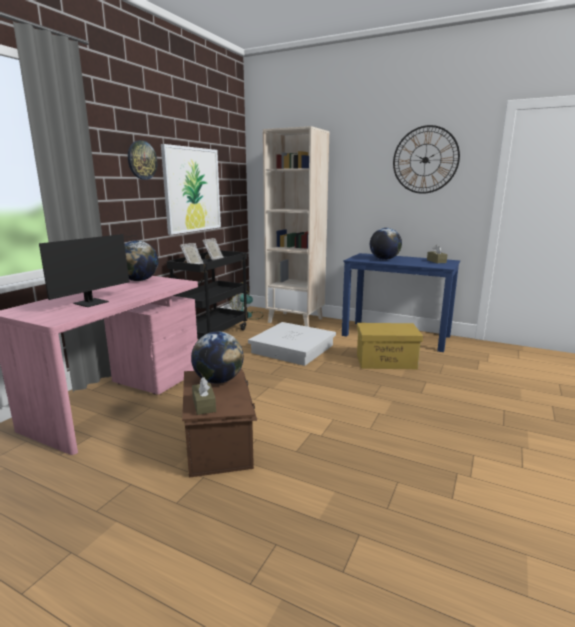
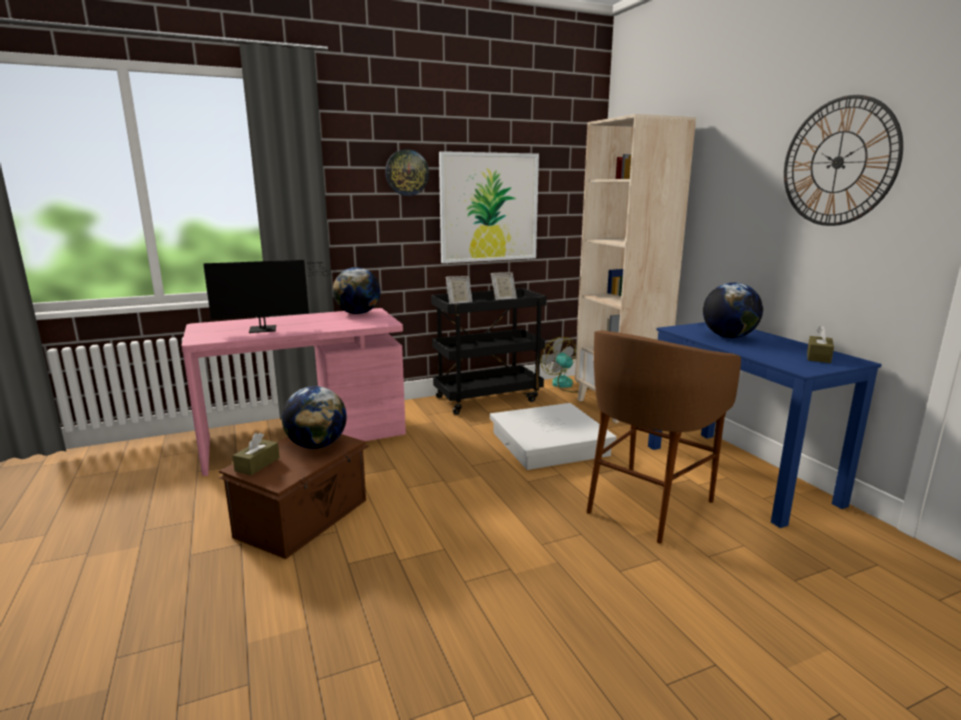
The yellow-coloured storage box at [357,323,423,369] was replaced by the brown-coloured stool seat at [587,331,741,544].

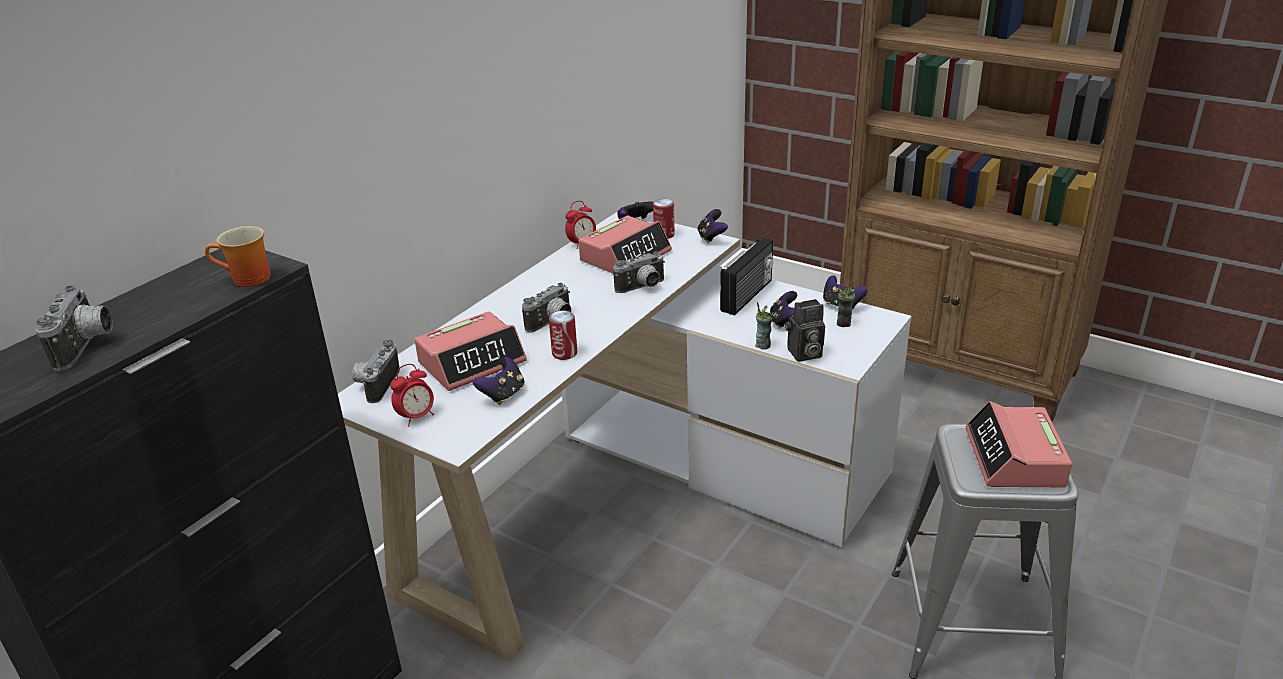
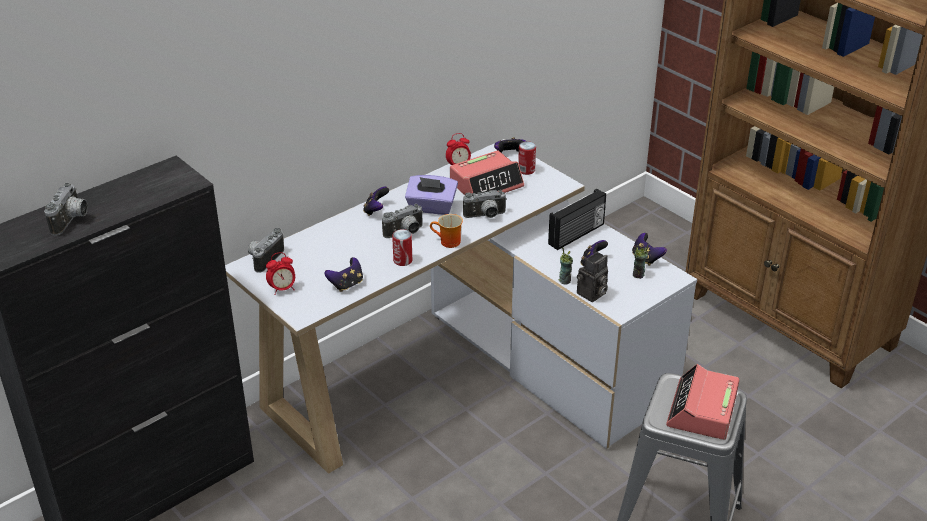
The tea mug moved from [205,226,271,287] to [430,214,463,248].
The bedside clock at [415,312,527,391] disappeared.
The game controller moved from [697,209,728,243] to [363,187,389,216].
The still camera at [785,299,825,362] turned 45 degrees counterclockwise.
The purple-coloured box of tissues at [405,175,458,215] appeared.

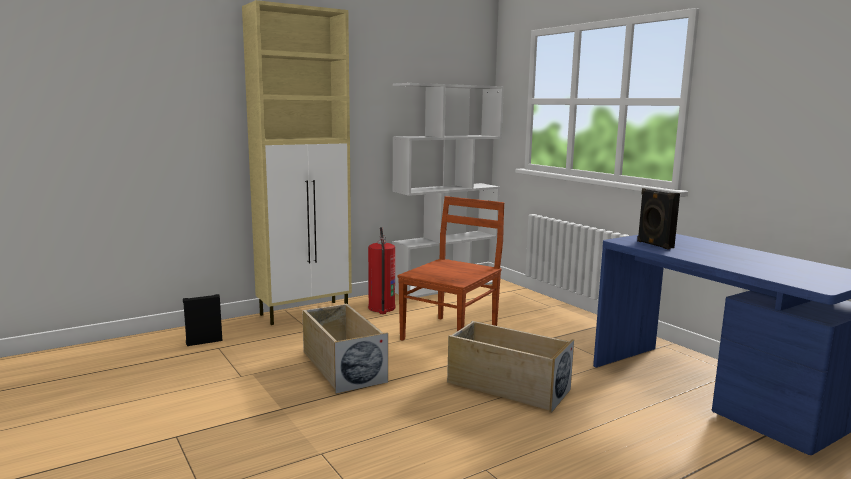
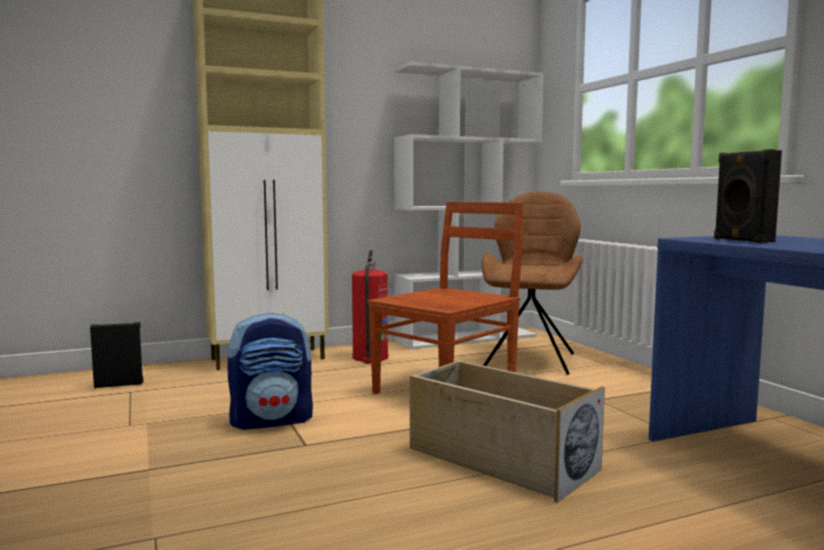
The beige-coloured storage box at [302,303,388,394] was replaced by the rucksack at [227,312,313,430].
The brown-coloured chair at [481,192,583,375] appeared.

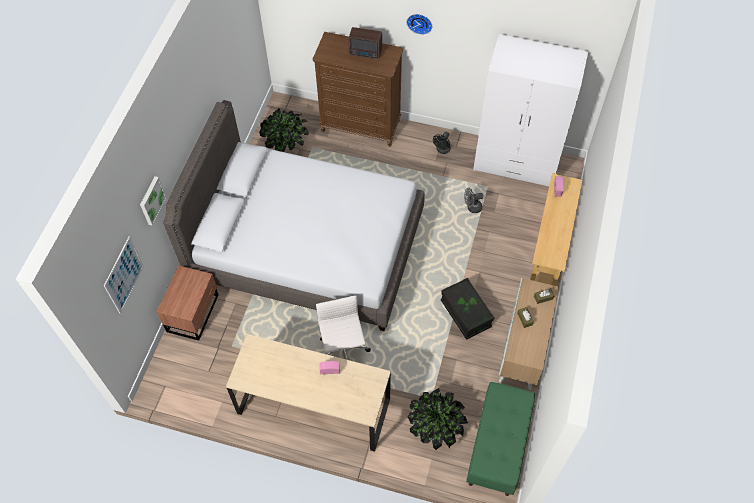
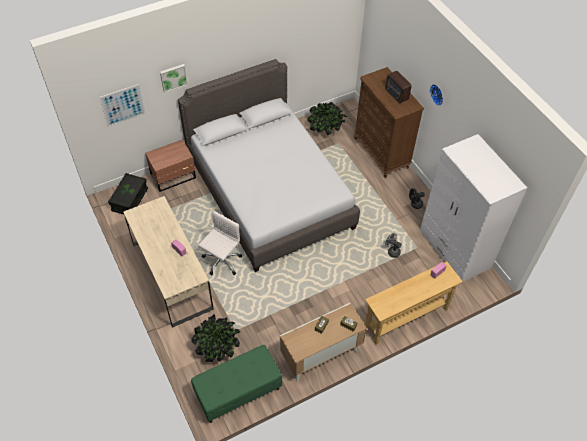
The blackish storage box moved from [441,278,495,340] to [108,173,148,214].

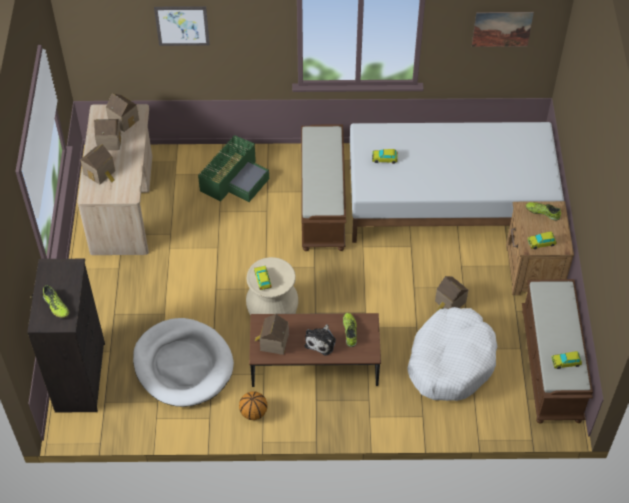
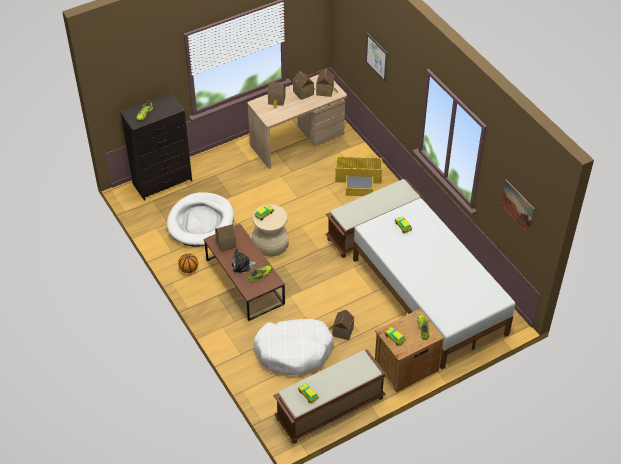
The greenish storage box at [198,135,269,202] became the yellow-coloured storage box at [335,156,382,196].

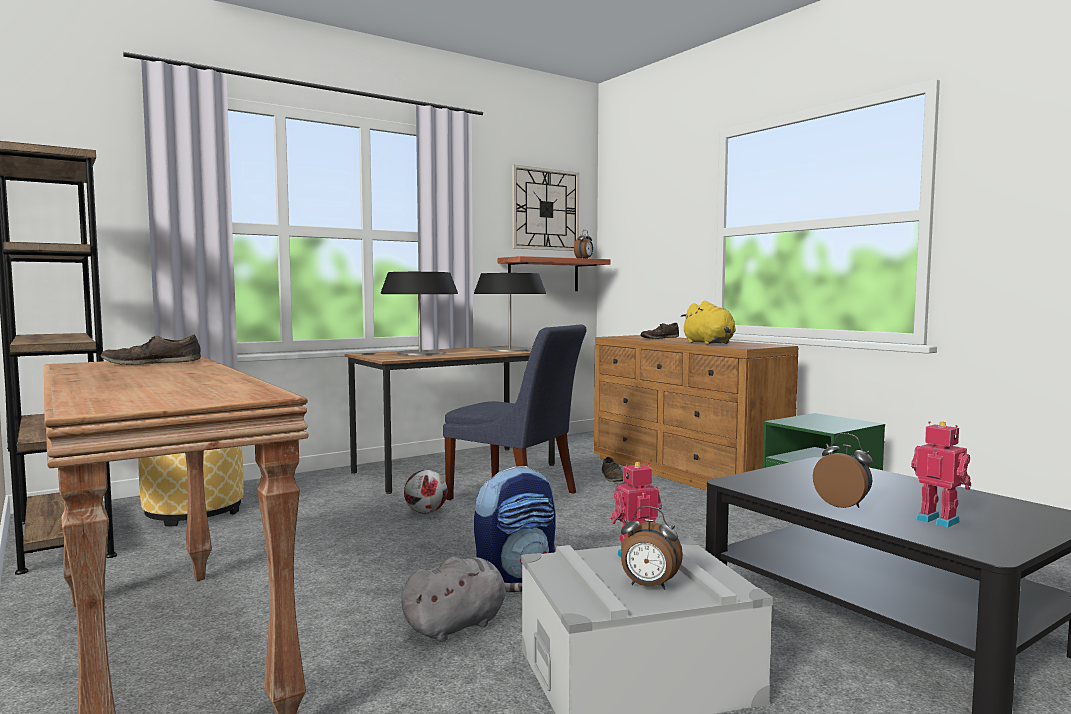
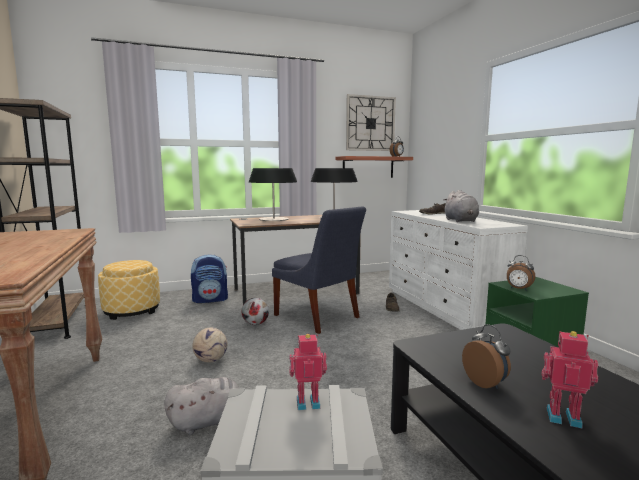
The brown-coloured shoe at [101,335,201,365] disappeared.
The rucksack moved from [474,466,555,583] to [191,254,228,303].
The brown-coloured dresser at [594,335,798,491] became the white-coloured dresser at [389,210,528,330].
The bedside clock moved from [621,506,683,590] to [507,255,535,291].
The yellow-coloured cuddly toy at [681,301,736,345] became the greyish cuddly toy at [444,190,479,222].
The toy robot at [911,421,971,528] turned 45 degrees counterclockwise.
The ball for football at [192,328,228,363] appeared.

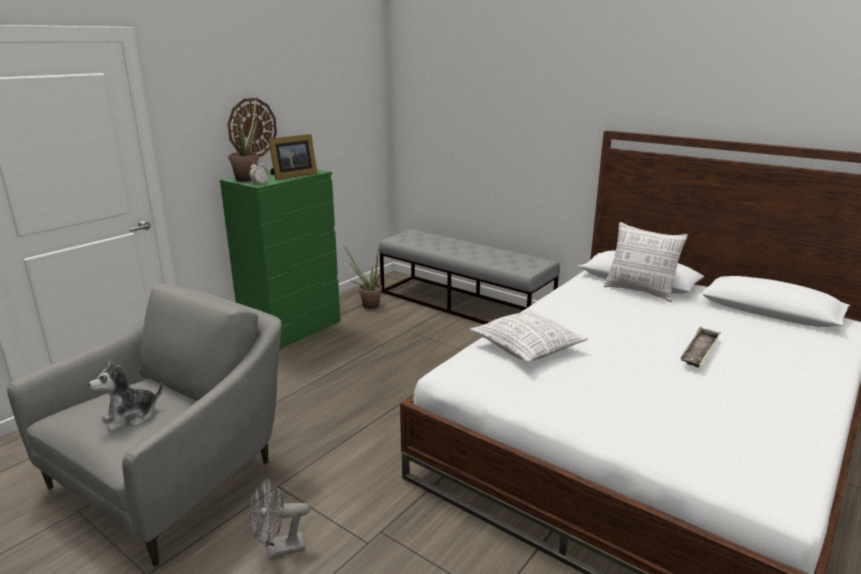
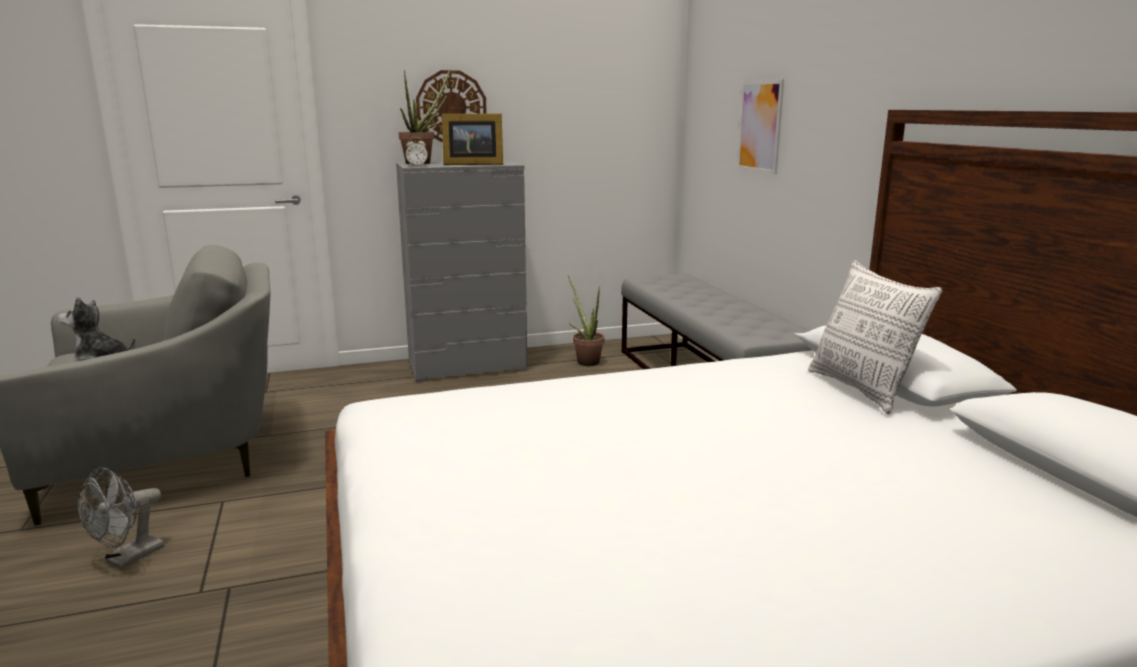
The greenish dresser at [220,169,341,350] became the greyish dresser at [396,160,527,382].
The greyish electric fan at [250,479,310,559] turned 75 degrees counterclockwise.
The cushion at [470,310,588,364] disappeared.
The serving tray at [680,327,721,368] disappeared.
The wall picture at [737,79,784,175] appeared.

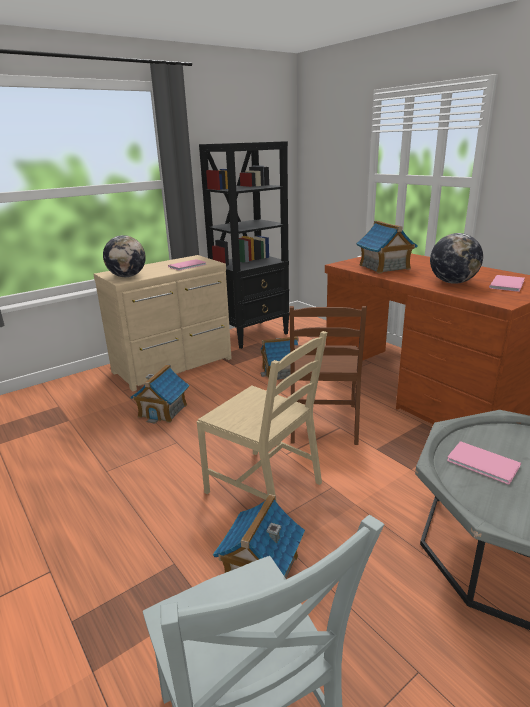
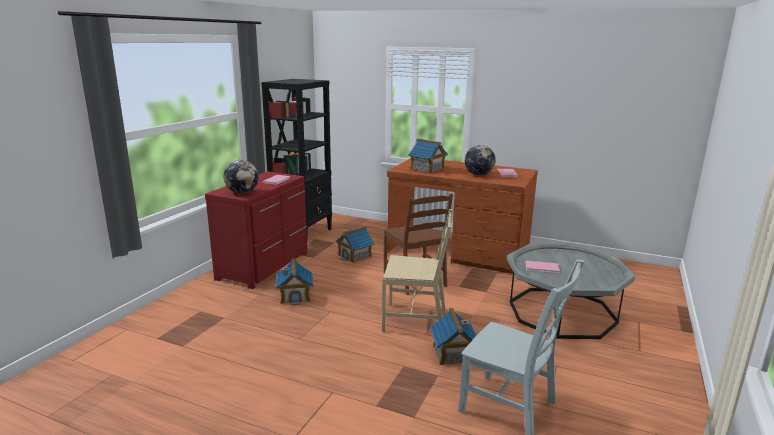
The beige-coloured dresser at [93,255,232,391] became the reddish dresser at [205,171,307,289].

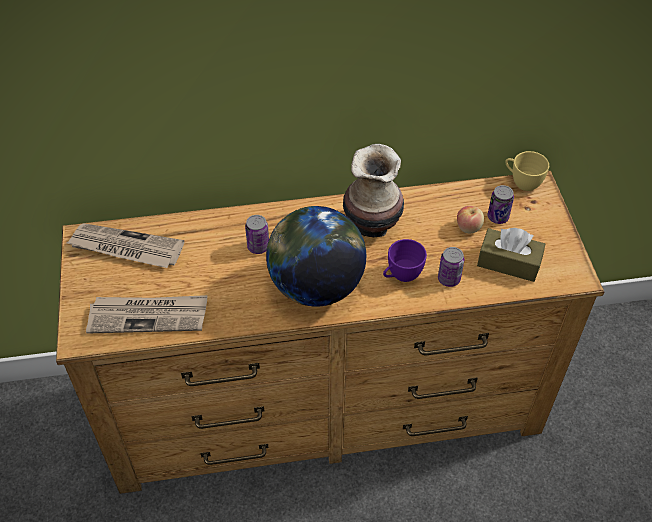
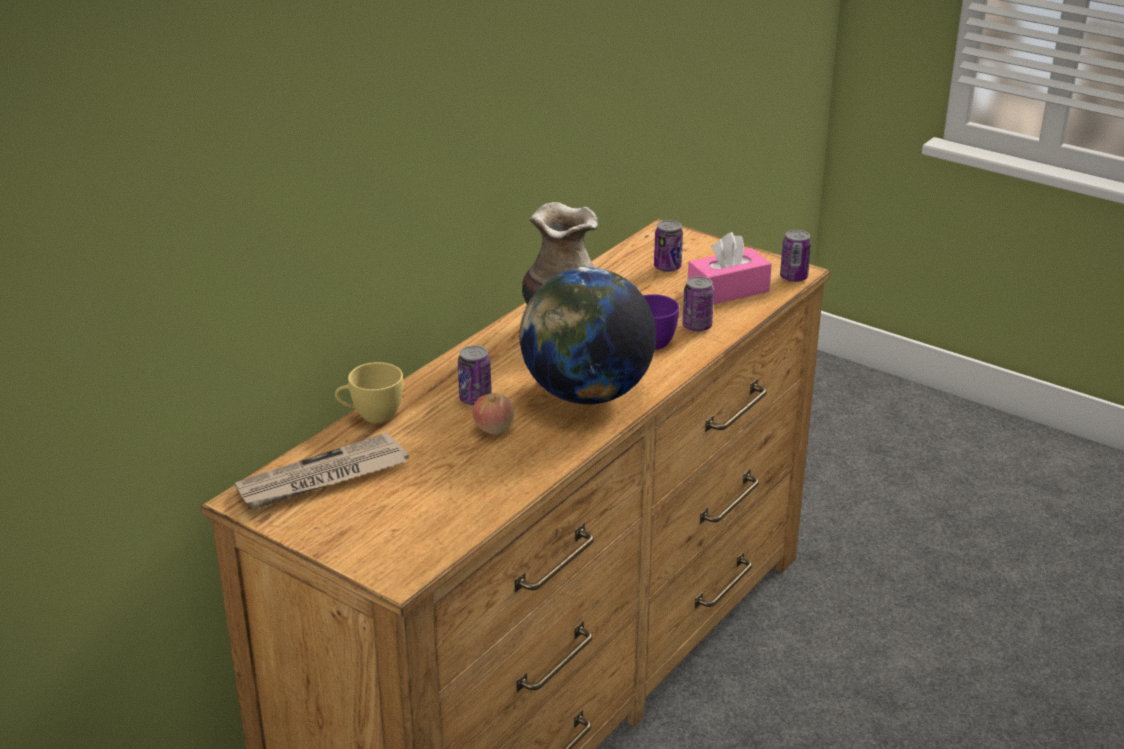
The printed paper at [86,295,208,334] disappeared.
The apple moved from [457,206,484,233] to [472,393,514,434].
The brown-coloured box of tissues at [477,228,545,282] became the pink box of tissues at [688,232,772,305].
The yellow-coloured cup moved from [505,151,549,191] to [335,362,403,423].
The sealed can at [780,230,811,282] appeared.

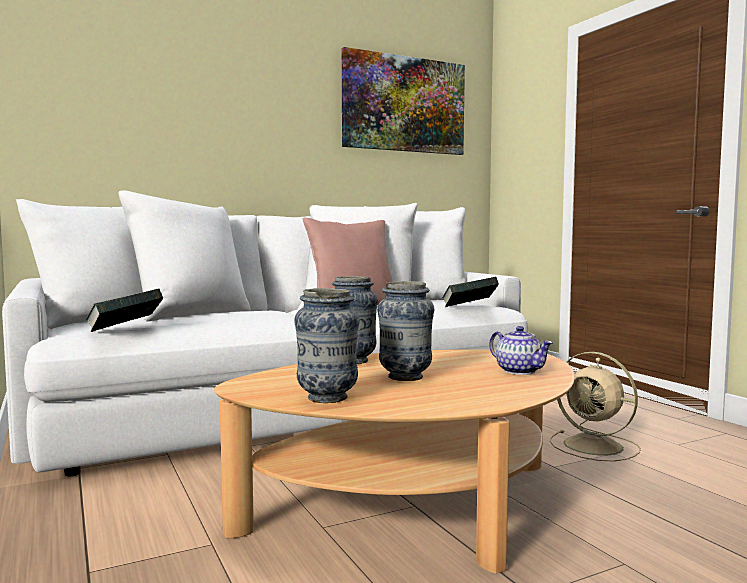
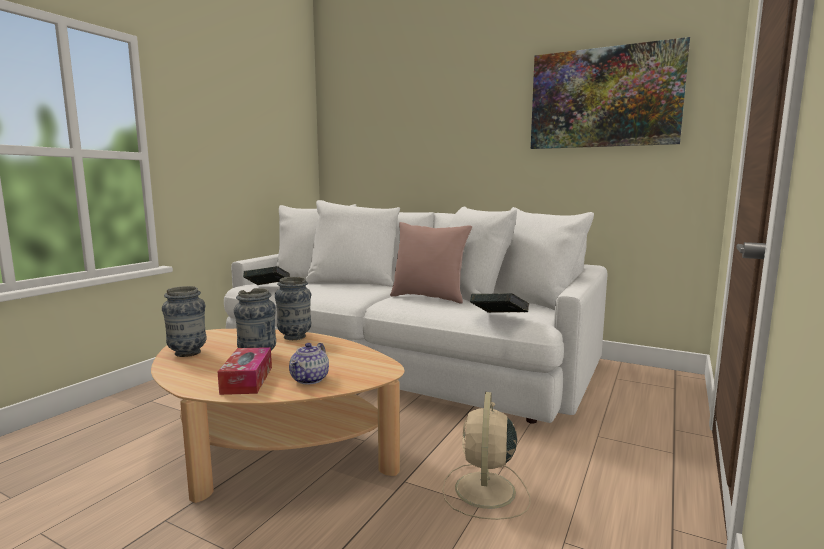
The box of tissues at [218,347,272,395] appeared.

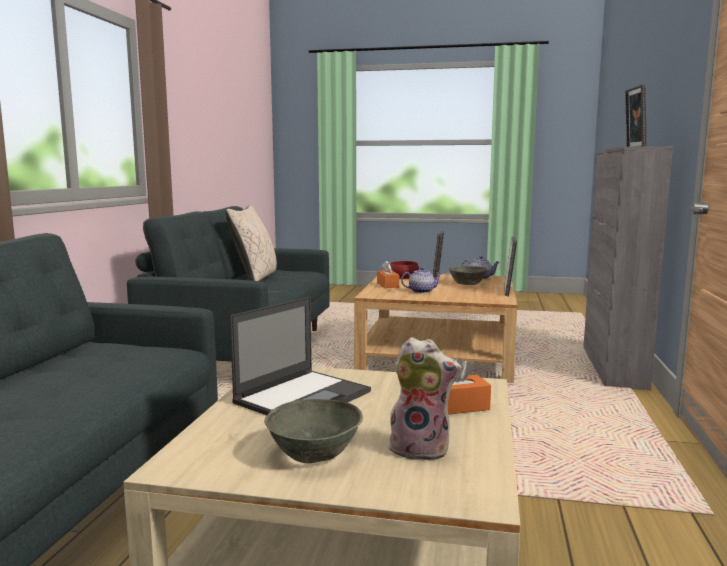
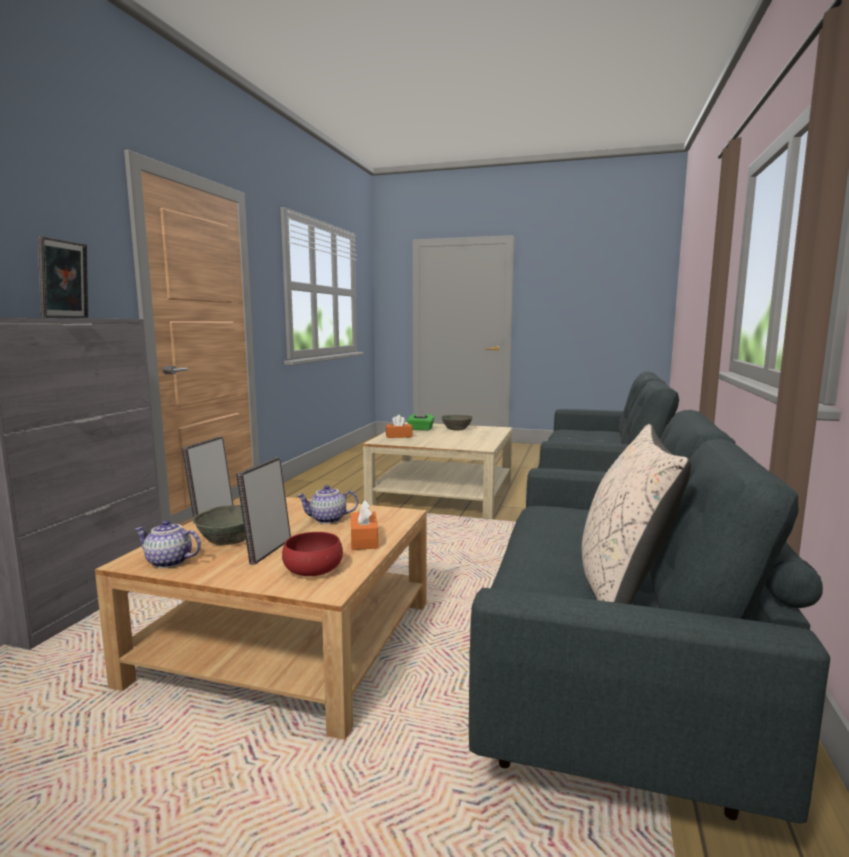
The notebook computer at [230,297,371,415] disappeared.
The cuddly toy at [389,337,462,461] was replaced by the greenish box of tissues at [407,411,435,431].

